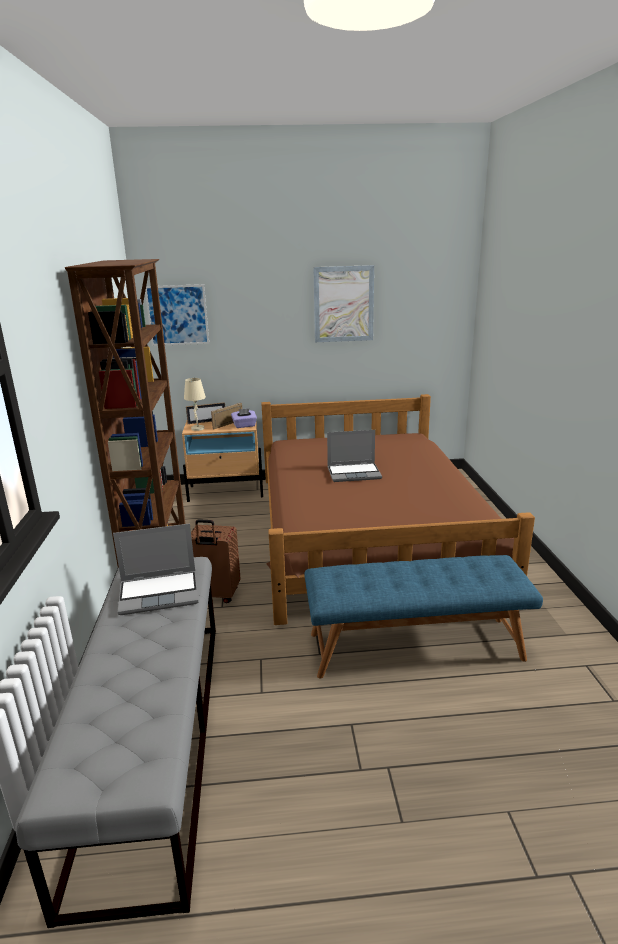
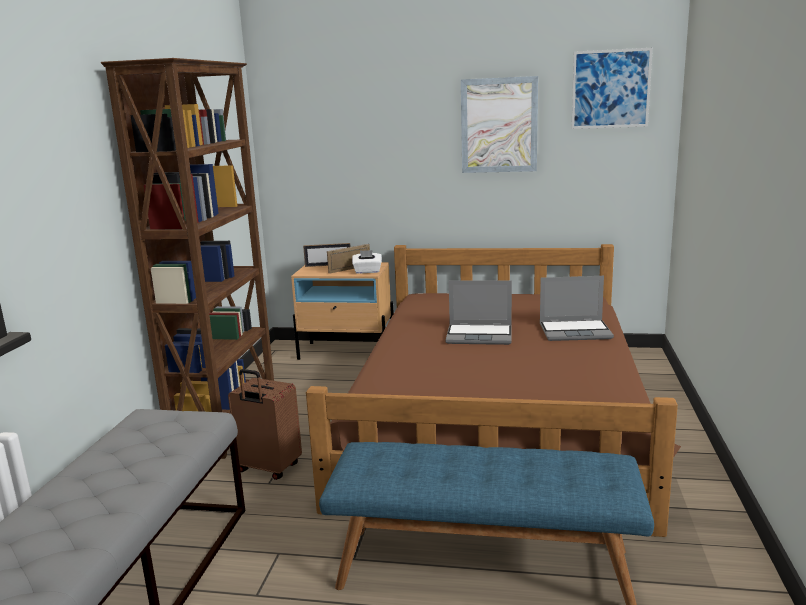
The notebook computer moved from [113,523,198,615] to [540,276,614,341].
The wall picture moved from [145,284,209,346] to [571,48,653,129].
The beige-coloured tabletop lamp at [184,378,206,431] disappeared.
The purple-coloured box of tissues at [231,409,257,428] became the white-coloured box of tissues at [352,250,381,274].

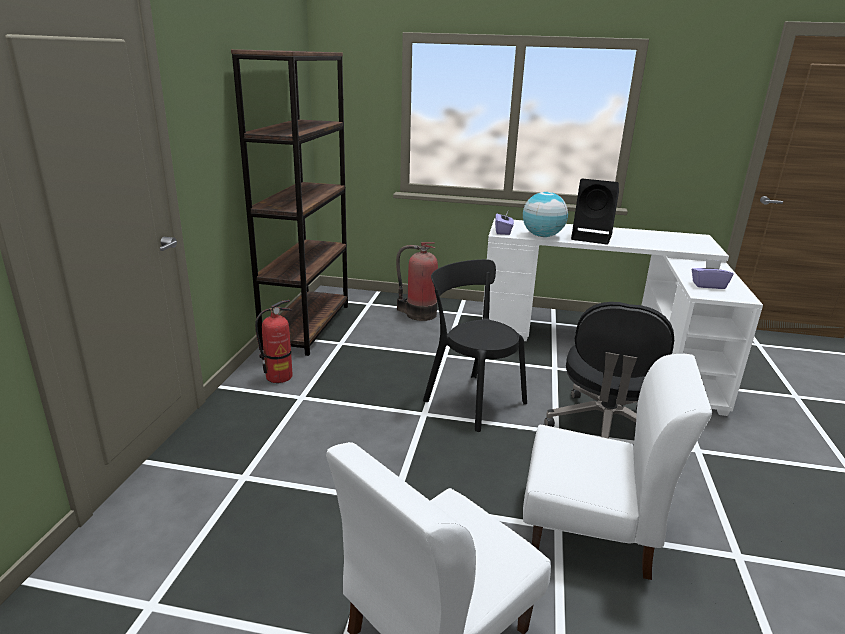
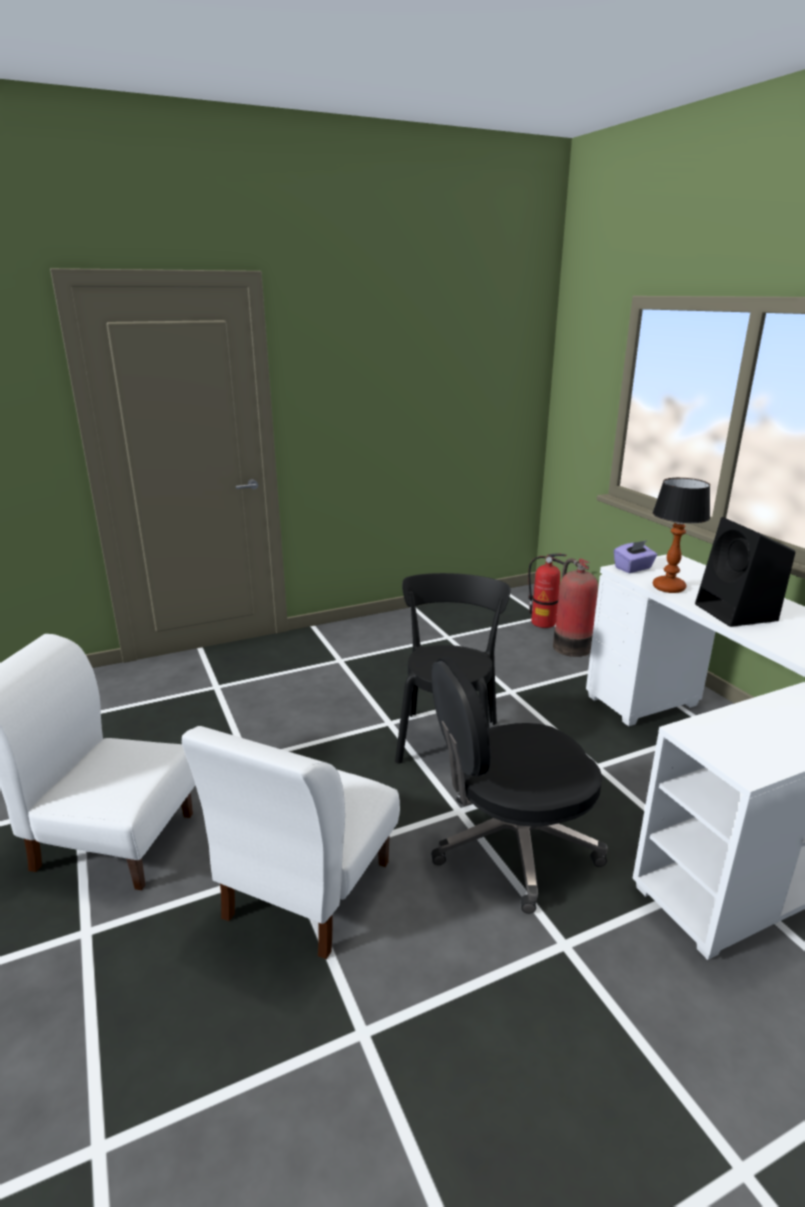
The brown-coloured bookcase at [231,49,348,356] disappeared.
The fire-fighting cylinder moved from [255,300,292,383] to [528,553,566,628].
The world globe at [523,192,568,237] was replaced by the tabletop lamp at [653,478,710,593].
The white-coloured chair at [523,354,712,580] turned 45 degrees clockwise.
The purple-coloured box of tissues at [692,259,734,289] disappeared.

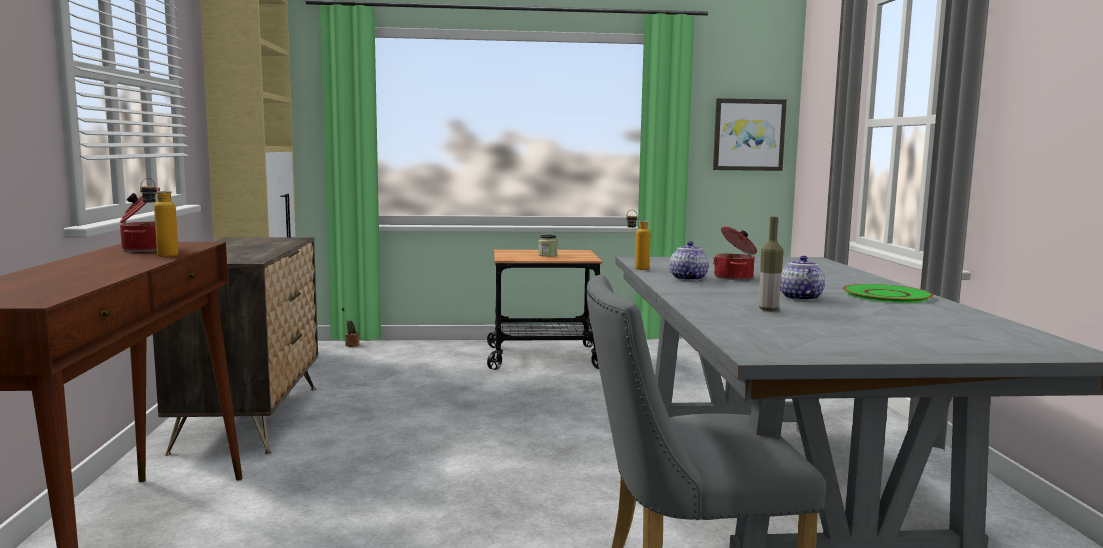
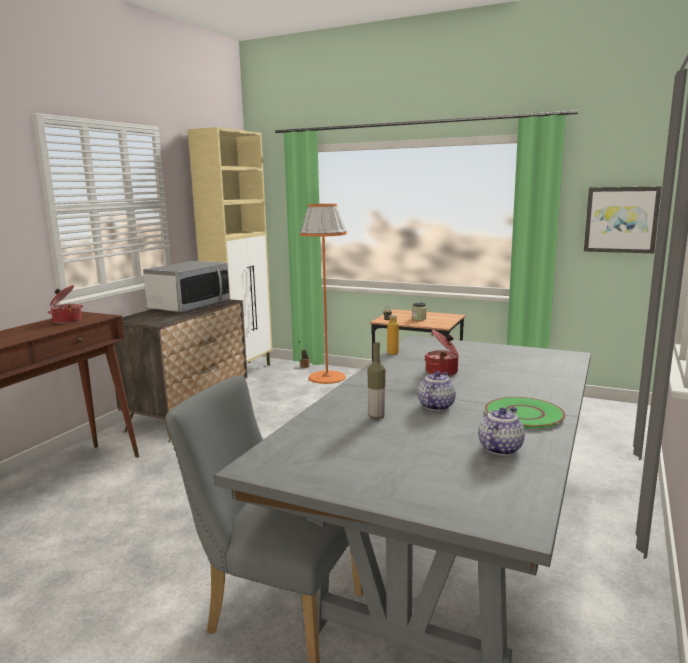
The beverage bottle at [140,178,179,257] disappeared.
The teapot moved from [669,241,709,281] to [478,407,525,455].
The microwave oven at [143,261,230,313] appeared.
The orange floor lamp at [300,204,347,384] appeared.

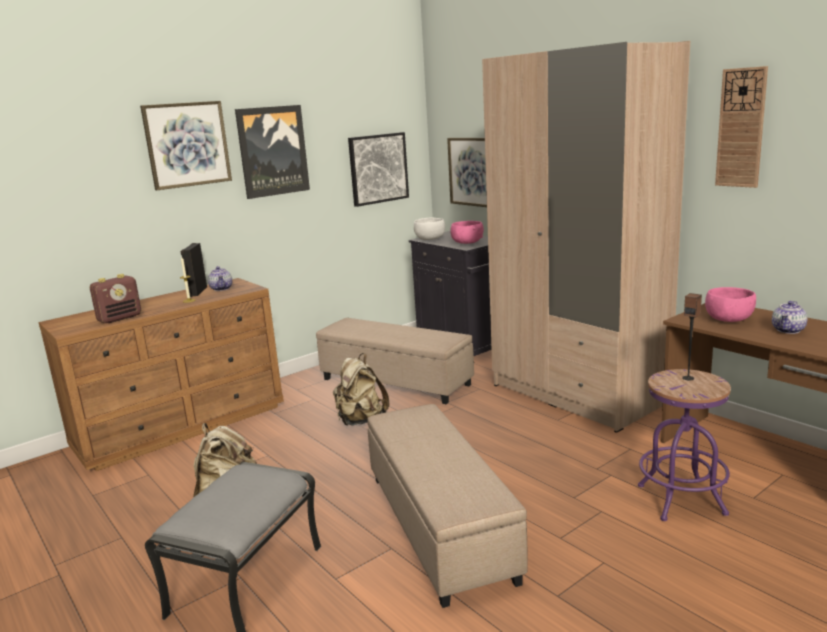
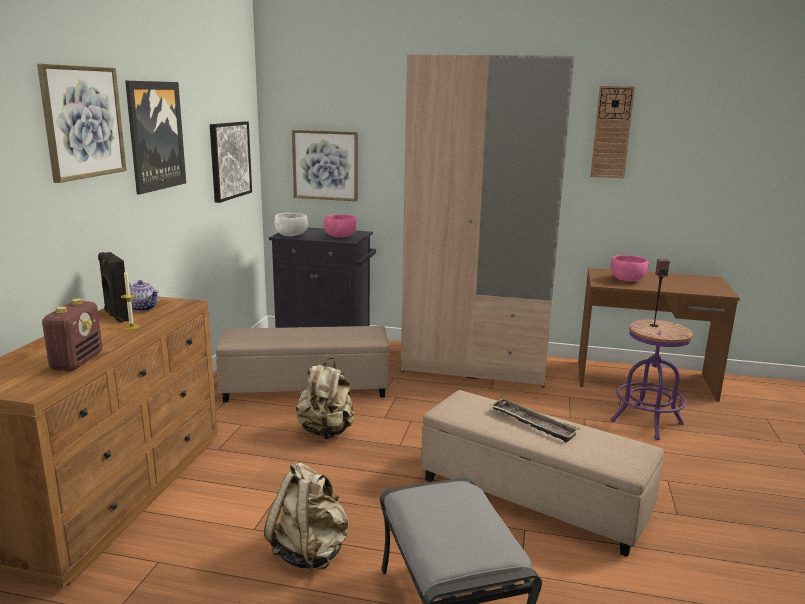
The teapot at [772,301,807,334] disappeared.
The serving tray at [491,398,580,442] appeared.

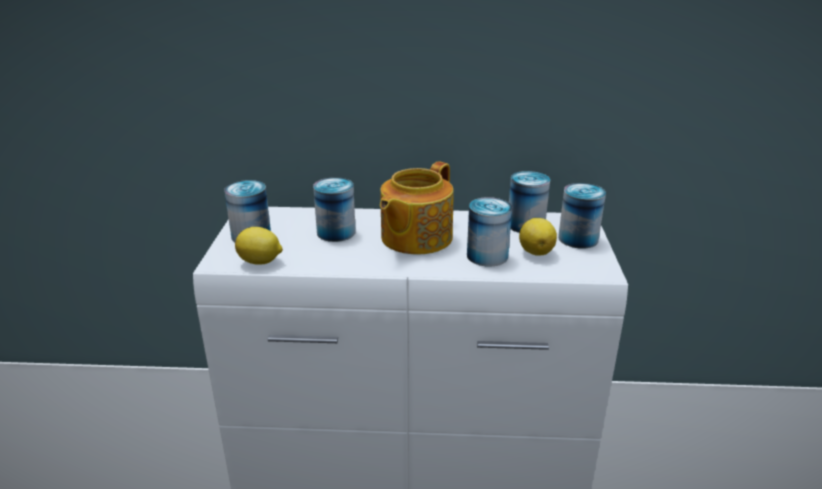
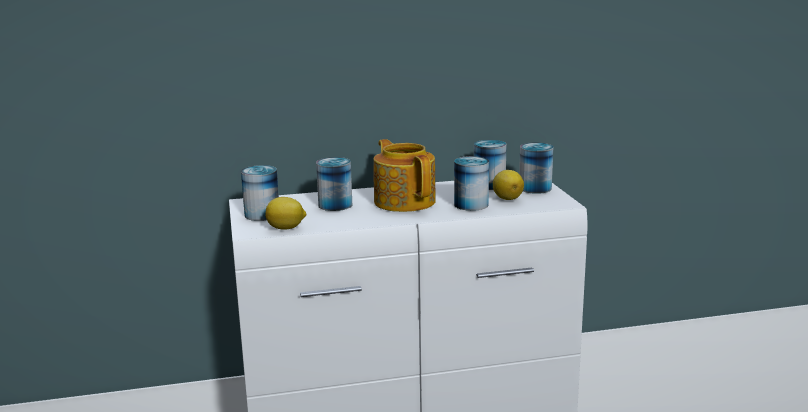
The teapot at [380,161,454,255] turned 135 degrees clockwise.

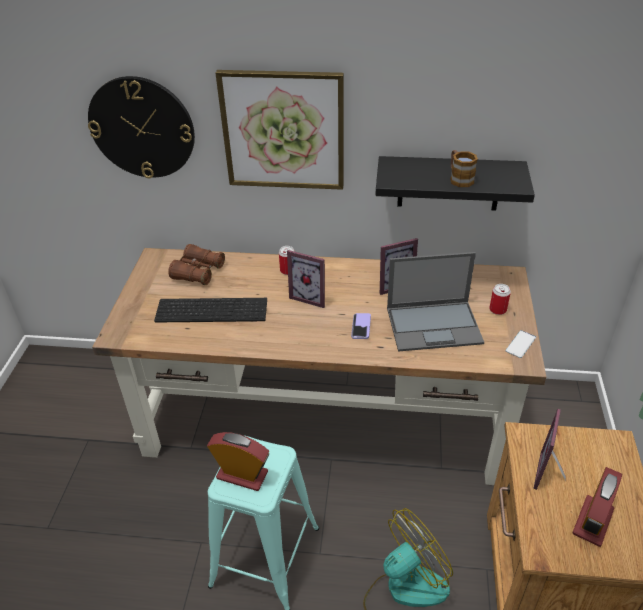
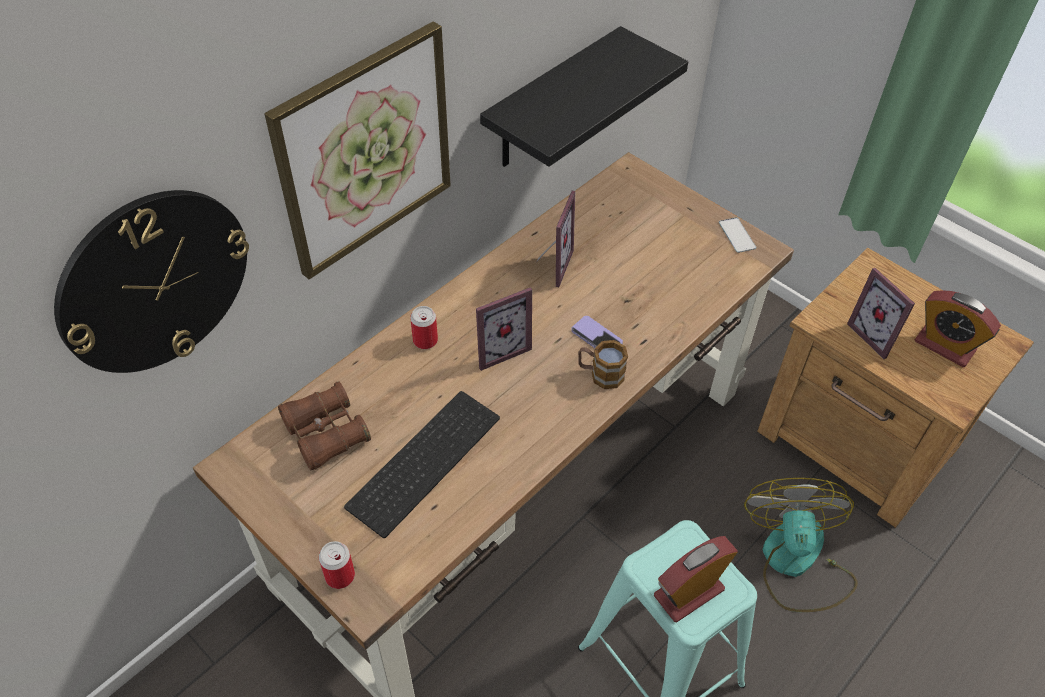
The notebook computer at [387,252,484,352] disappeared.
The tea mug moved from [450,150,478,187] to [578,340,628,389].
The sealed can moved from [489,284,511,315] to [319,541,355,589].
The bedside clock at [572,467,622,547] turned 150 degrees clockwise.

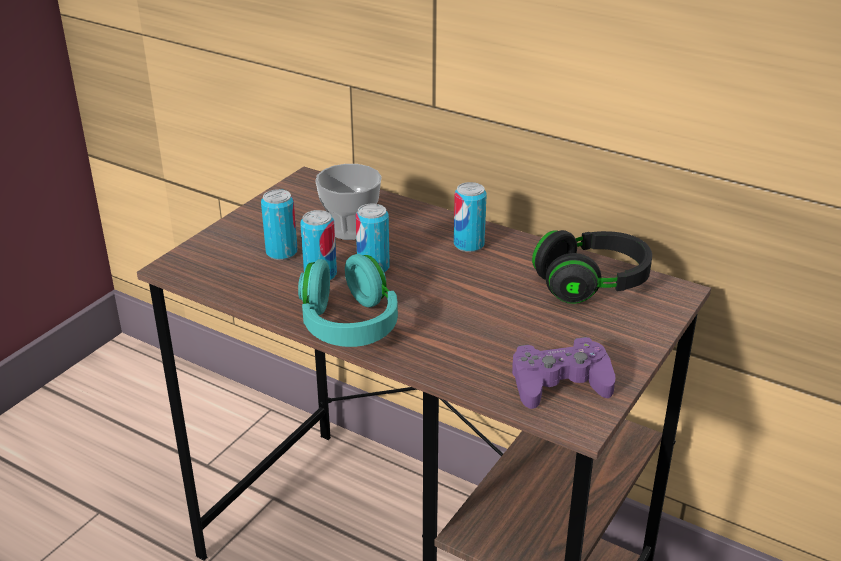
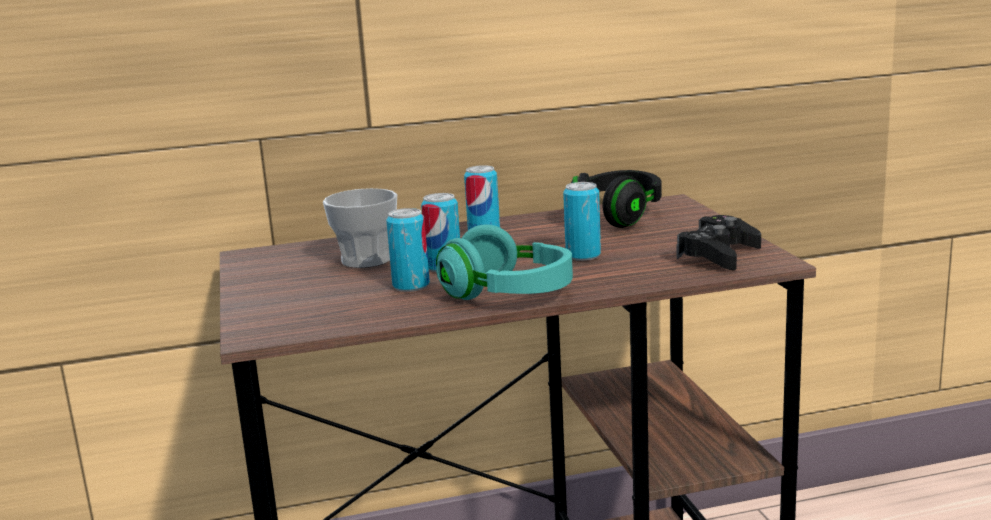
The sealed can moved from [261,189,297,260] to [563,182,601,261].
The purple-coloured game controller at [512,337,615,409] became the blackish game controller at [677,215,761,271].

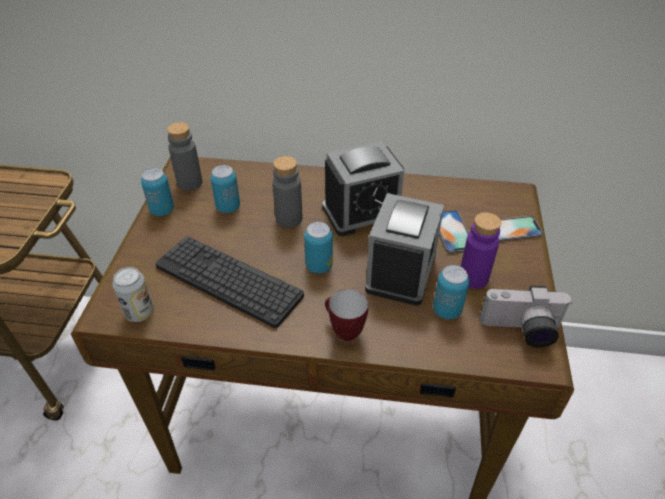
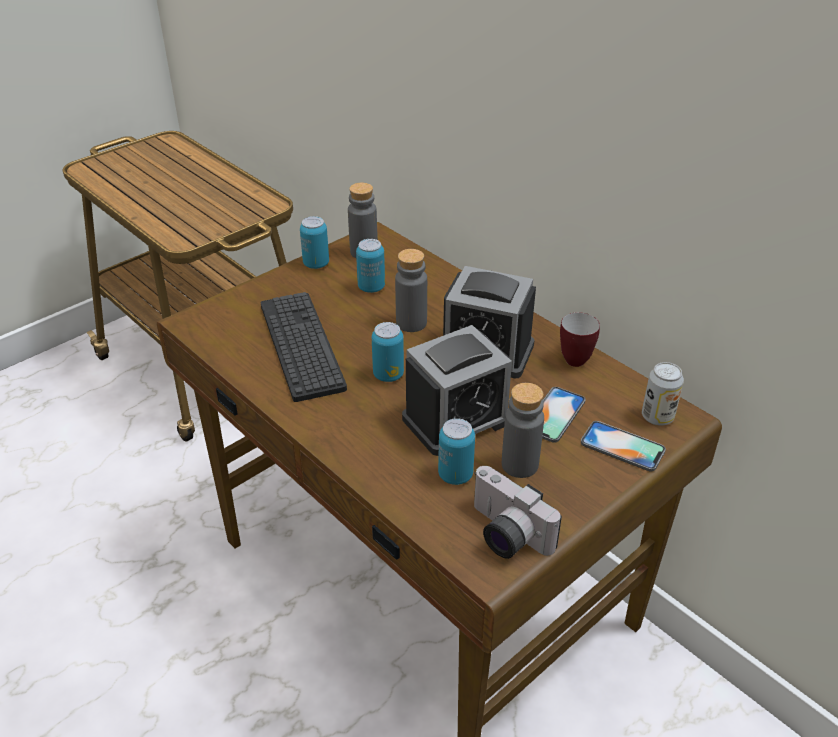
The sealed can moved from [113,267,154,322] to [642,362,684,425].
The tea mug moved from [325,289,368,341] to [560,312,600,367].
The purple-coloured beverage bottle at [461,212,501,289] became the greyish beverage bottle at [502,383,544,478].

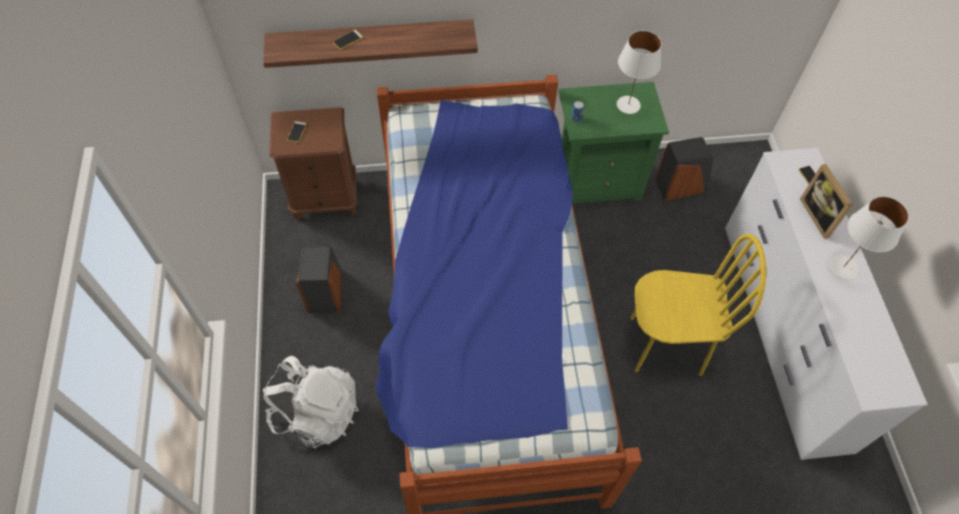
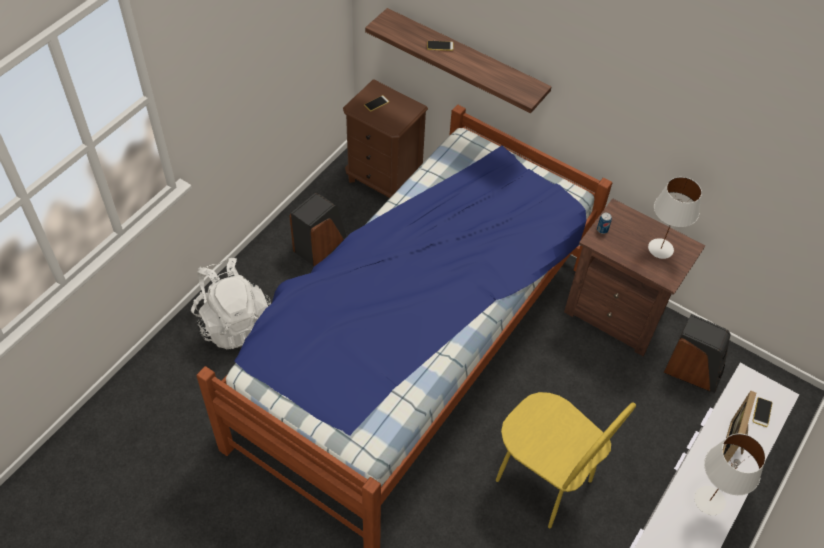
The greenish nightstand at [558,82,669,204] became the brown-coloured nightstand at [564,198,706,356].

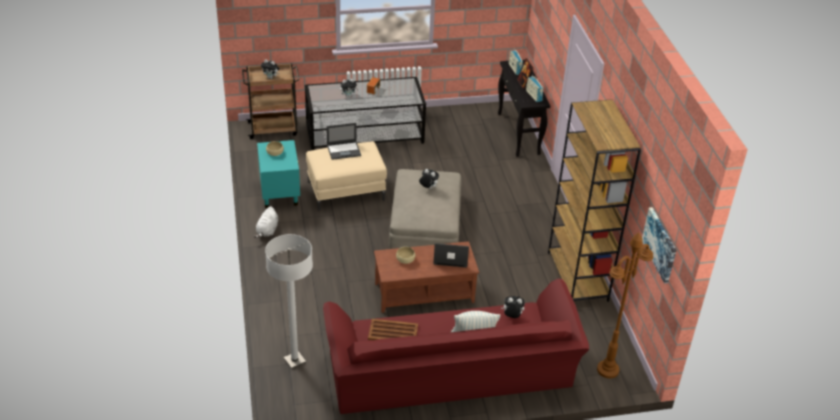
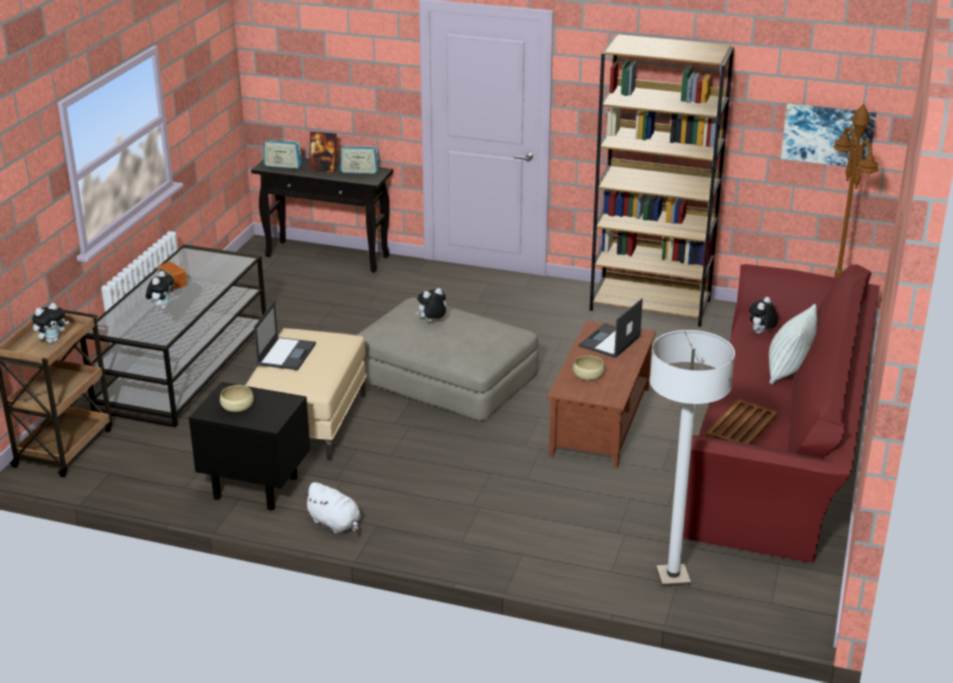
The turquoise nightstand at [257,140,300,208] became the blackish nightstand at [189,382,310,511].

